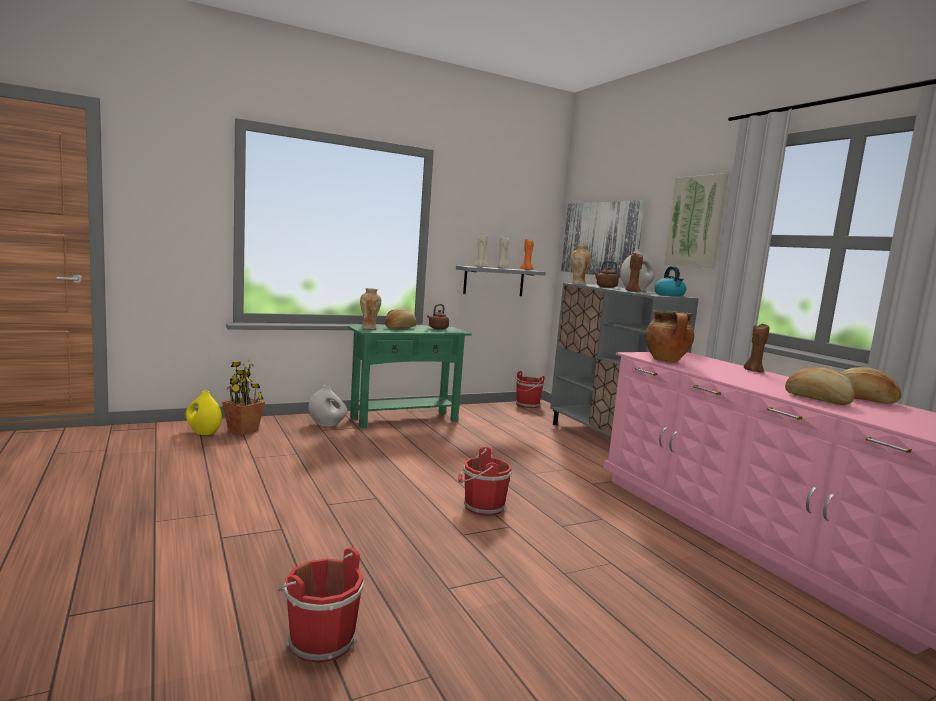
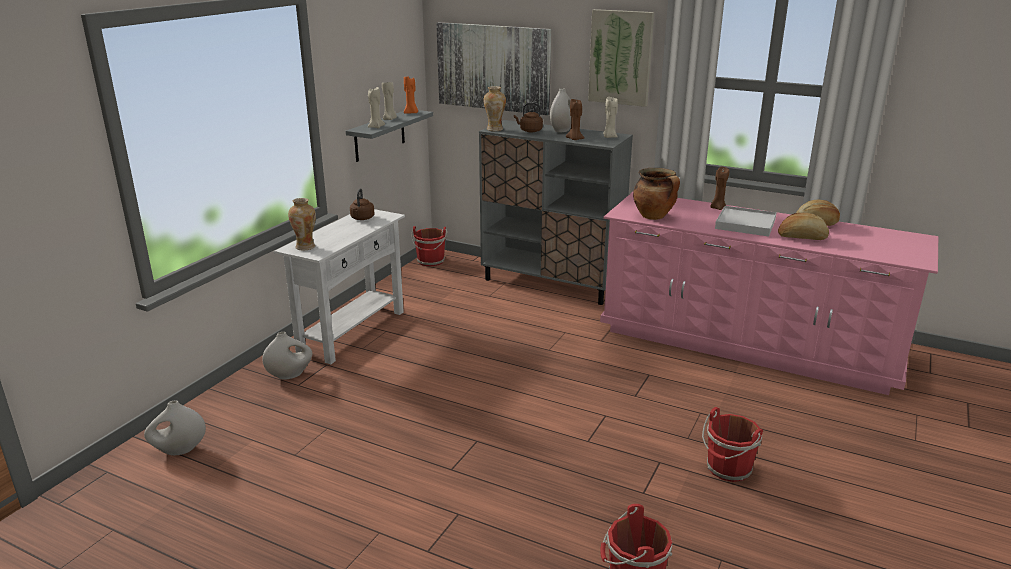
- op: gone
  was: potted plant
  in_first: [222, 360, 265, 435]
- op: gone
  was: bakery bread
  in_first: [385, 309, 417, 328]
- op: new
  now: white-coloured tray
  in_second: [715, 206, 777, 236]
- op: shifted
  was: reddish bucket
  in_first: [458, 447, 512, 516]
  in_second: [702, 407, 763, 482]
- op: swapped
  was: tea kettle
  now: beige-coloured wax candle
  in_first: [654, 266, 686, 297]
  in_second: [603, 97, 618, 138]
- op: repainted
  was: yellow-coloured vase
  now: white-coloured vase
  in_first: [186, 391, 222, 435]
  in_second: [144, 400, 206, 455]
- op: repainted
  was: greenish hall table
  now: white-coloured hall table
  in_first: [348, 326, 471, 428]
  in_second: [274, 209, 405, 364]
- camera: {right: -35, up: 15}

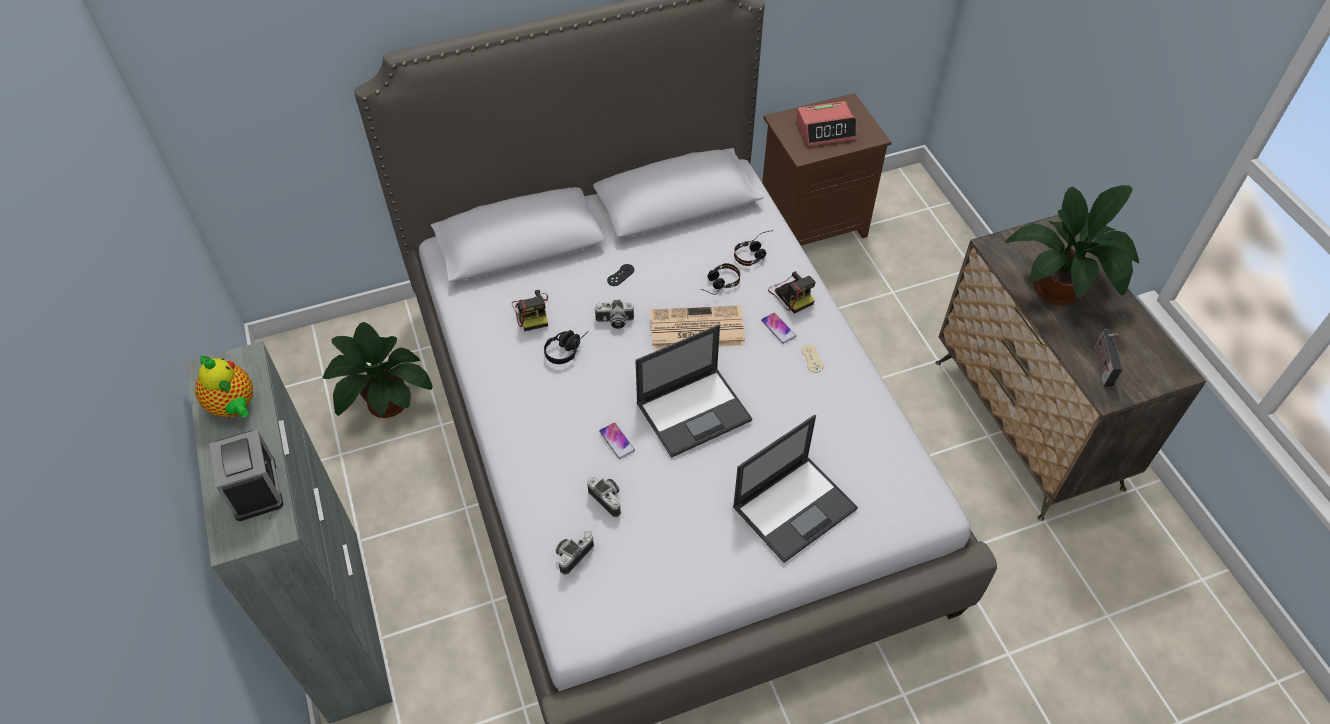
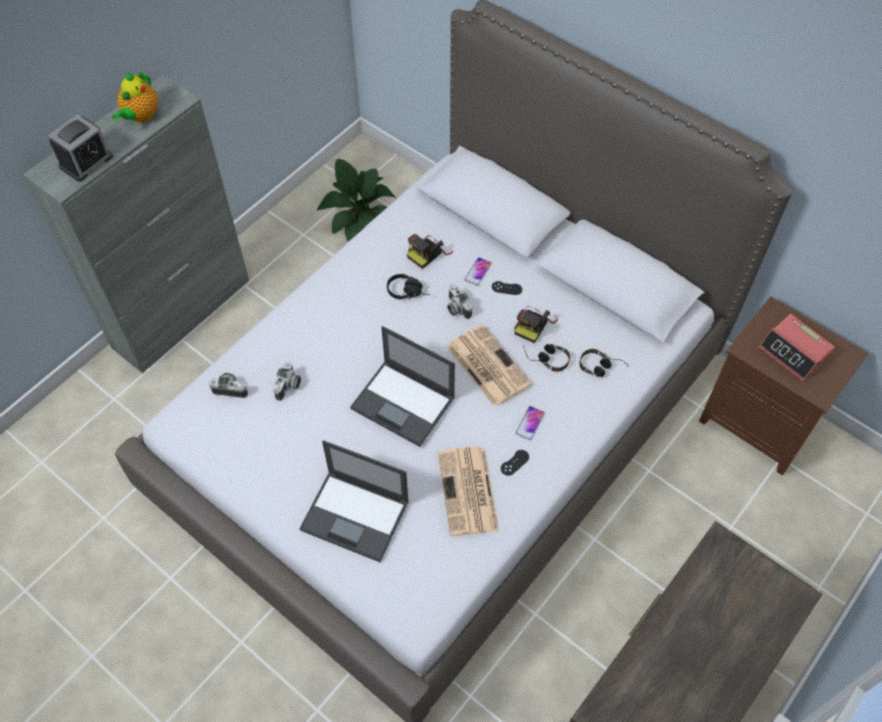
- op: gone
  was: potted plant
  in_first: [1005, 185, 1139, 306]
- op: gone
  was: radio
  in_first: [1094, 329, 1123, 387]
- op: new
  now: newspaper
  in_second: [438, 446, 499, 536]
- op: shifted
  was: telephone
  in_first: [599, 423, 635, 459]
  in_second: [464, 257, 492, 286]
- op: shifted
  was: still camera
  in_first: [768, 271, 815, 313]
  in_second: [514, 306, 558, 343]
- op: repainted
  was: beige-coloured joypad
  now: black-coloured joypad
  in_first: [801, 344, 823, 373]
  in_second: [501, 450, 529, 476]
- camera: {right: 60, up: 5}

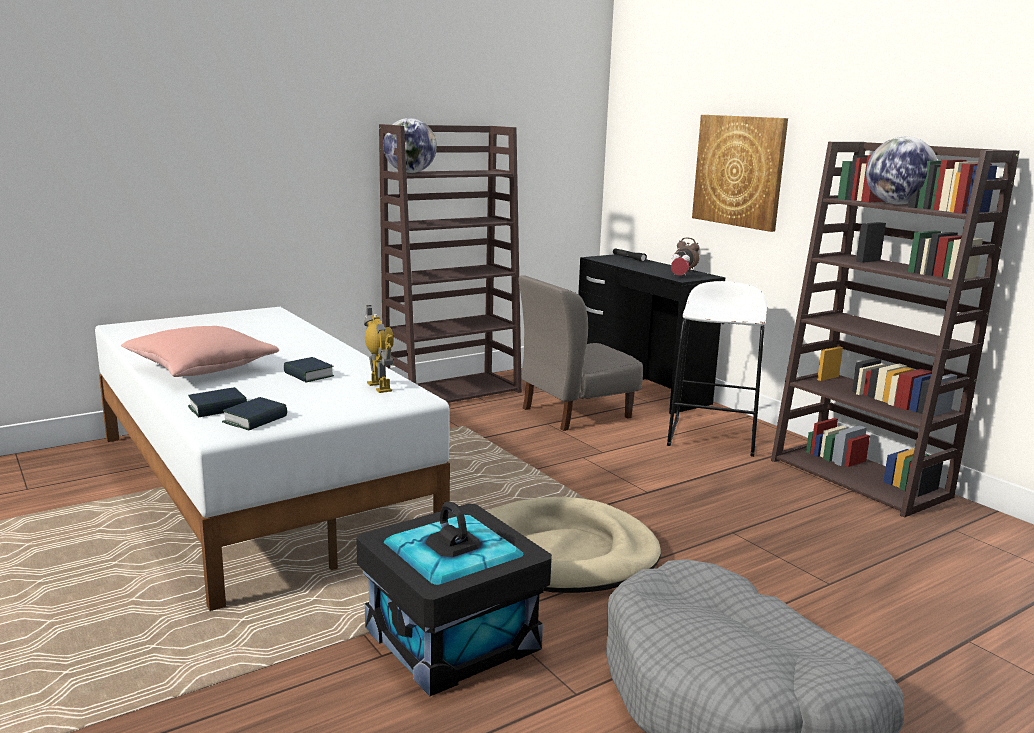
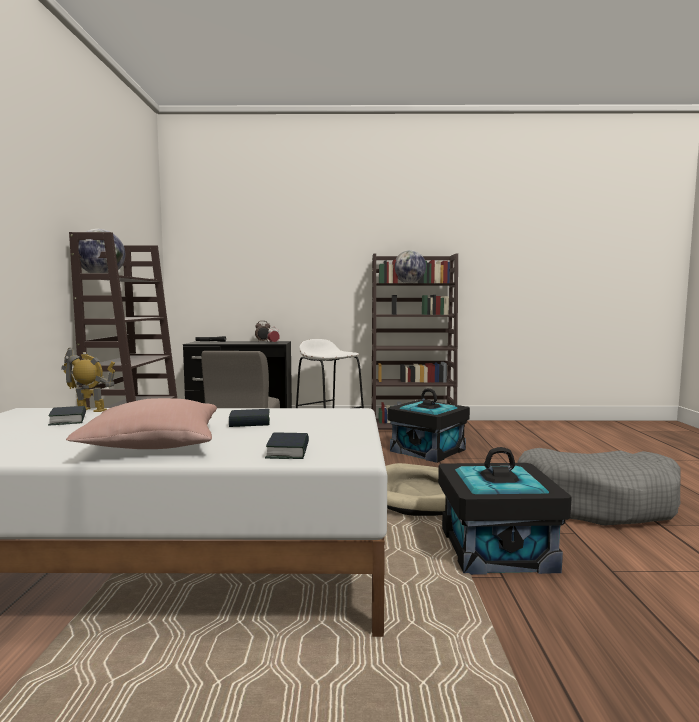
- op: gone
  was: wall art
  in_first: [692, 115, 788, 232]
- op: new
  now: black-coloured storage container
  in_second: [388, 388, 470, 463]
- op: shifted
  was: bound book
  in_first: [222, 397, 287, 431]
  in_second: [48, 406, 86, 426]
- op: shifted
  was: model robot
  in_first: [364, 305, 394, 393]
  in_second: [61, 348, 115, 412]
- camera: {right: -55, up: -10}

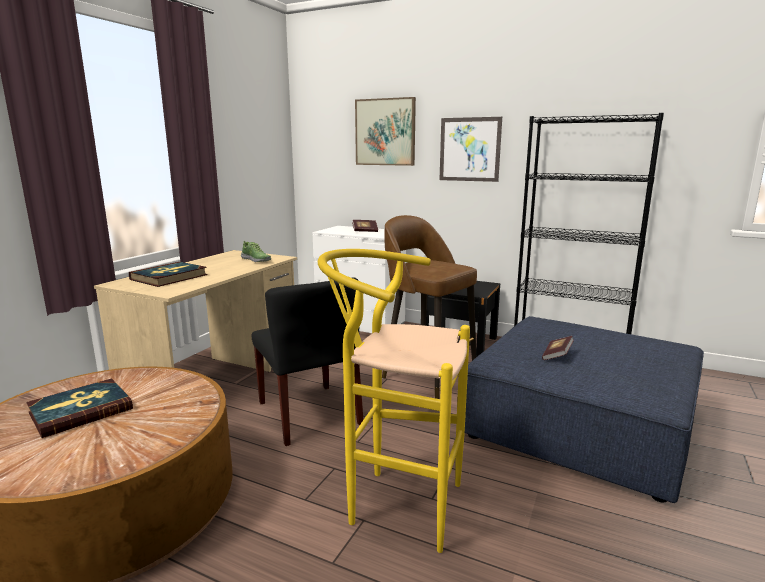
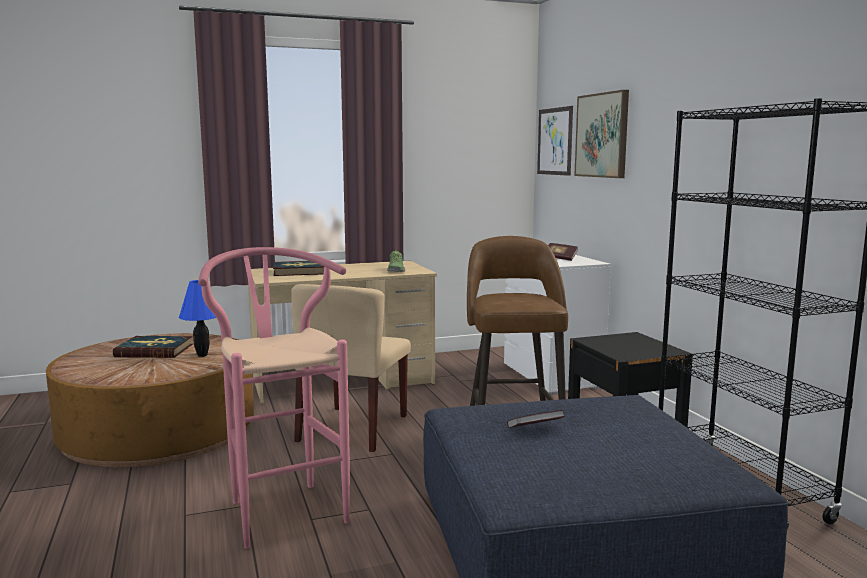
- op: new
  now: blue-coloured lamp for a table
  in_second: [179, 280, 216, 357]
- op: shifted
  was: wall art
  in_first: [439, 117, 502, 182]
  in_second: [537, 106, 573, 176]
- op: repainted
  was: black-coloured plain chair
  now: beige-coloured plain chair
  in_first: [252, 277, 363, 446]
  in_second: [291, 284, 411, 452]
- op: repainted
  was: yellow-coloured stool
  now: pink stool
  in_first: [318, 249, 470, 553]
  in_second: [198, 247, 350, 549]
- camera: {right: 45, up: -5}

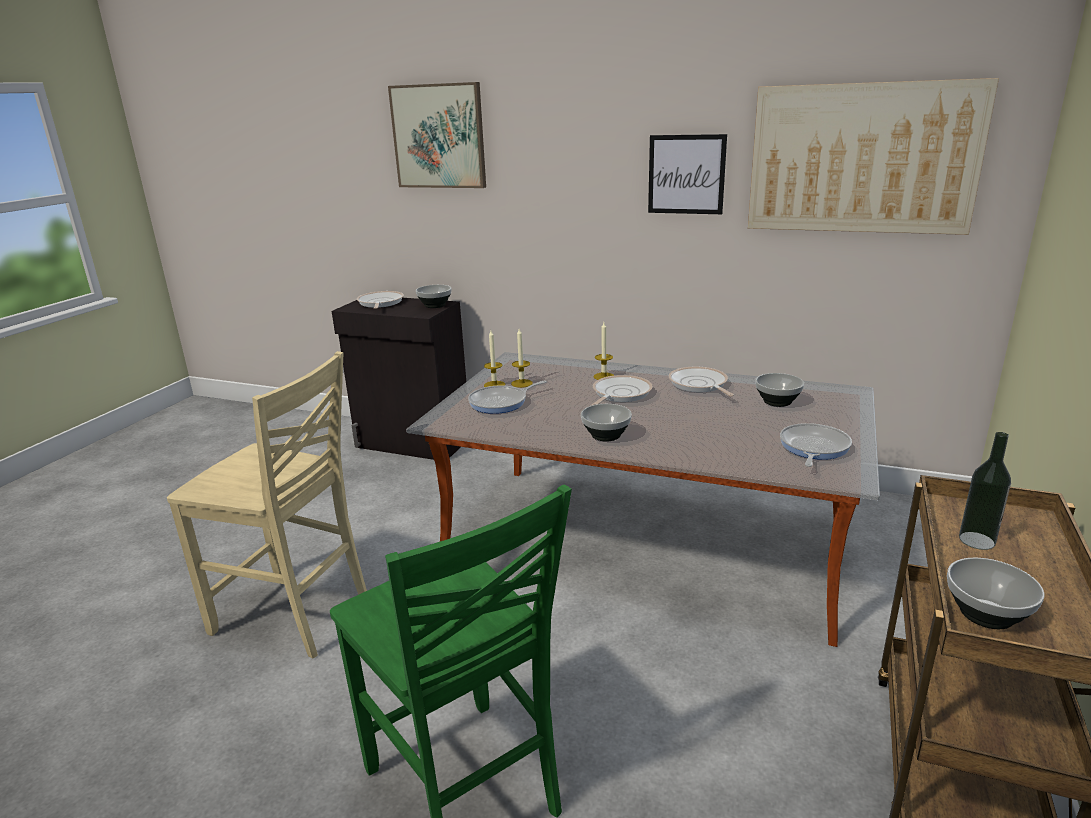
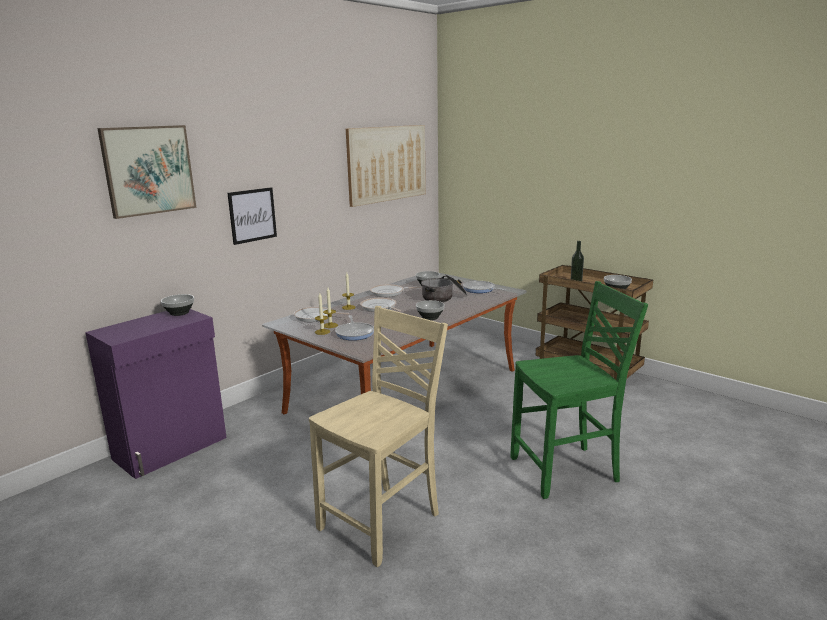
- op: new
  now: stockpot
  in_second: [421, 275, 468, 302]
- op: shifted
  was: pan
  in_first: [357, 291, 404, 309]
  in_second: [293, 307, 349, 322]
- op: shifted
  was: wall art
  in_first: [648, 134, 727, 214]
  in_second: [228, 187, 277, 245]
- op: repainted
  was: black-coloured cabinet
  now: purple-coloured cabinet
  in_first: [332, 298, 466, 460]
  in_second: [85, 309, 227, 479]
- camera: {right: -70, up: -5}

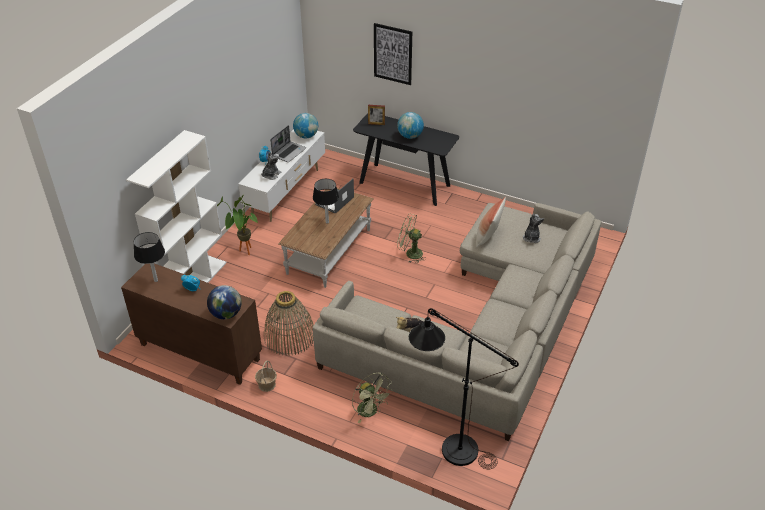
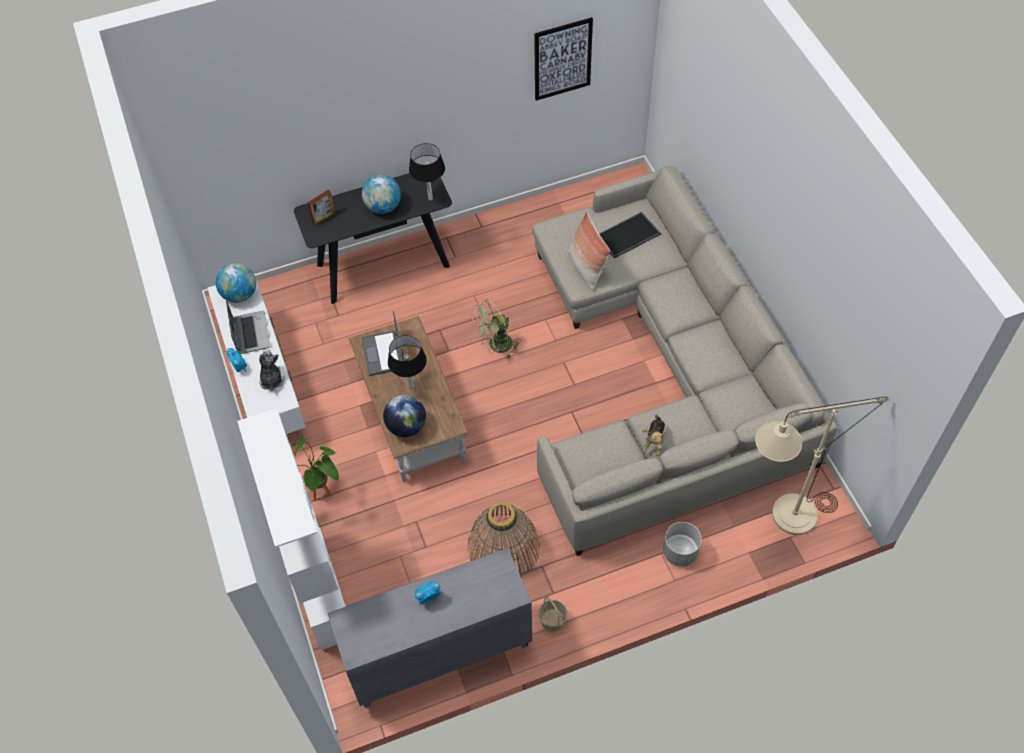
- op: shifted
  was: black-coloured lamp for a table
  in_first: [134, 232, 165, 282]
  in_second: [409, 143, 445, 201]
- op: shifted
  was: desk globe
  in_first: [207, 285, 242, 319]
  in_second: [383, 395, 426, 437]
- op: shifted
  was: wall art
  in_first: [374, 23, 412, 85]
  in_second: [534, 17, 593, 101]
- op: swapped
  was: greenish cooling fan
  now: grey flower pot
  in_first: [352, 373, 393, 424]
  in_second: [663, 522, 702, 567]
- op: swapped
  was: cuddly toy
  now: tray
  in_first: [523, 214, 544, 243]
  in_second: [599, 212, 661, 259]
- op: repainted
  was: brown-coloured cabinet
  now: grey cabinet
  in_first: [121, 263, 262, 385]
  in_second: [327, 548, 532, 708]
- op: repainted
  was: black-coloured standard lamp
  now: beige-coloured standard lamp
  in_first: [409, 308, 519, 469]
  in_second: [755, 396, 888, 535]
- camera: {right: -45, up: 15}

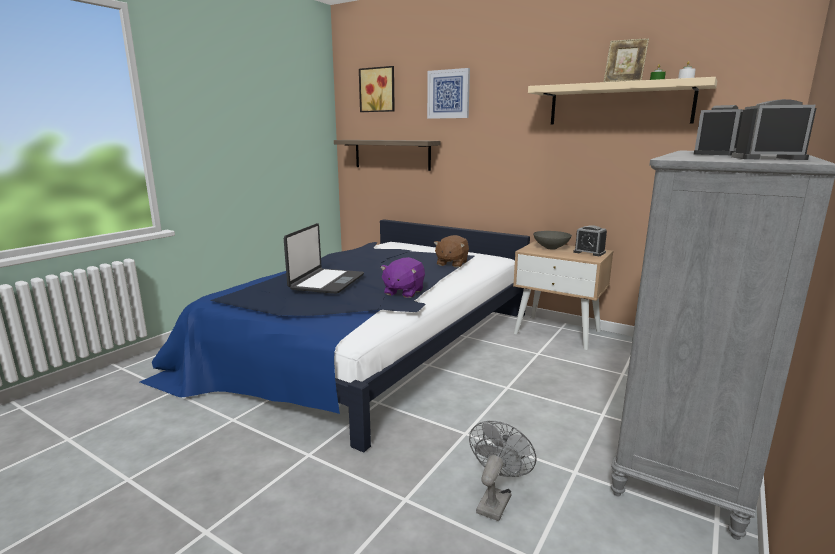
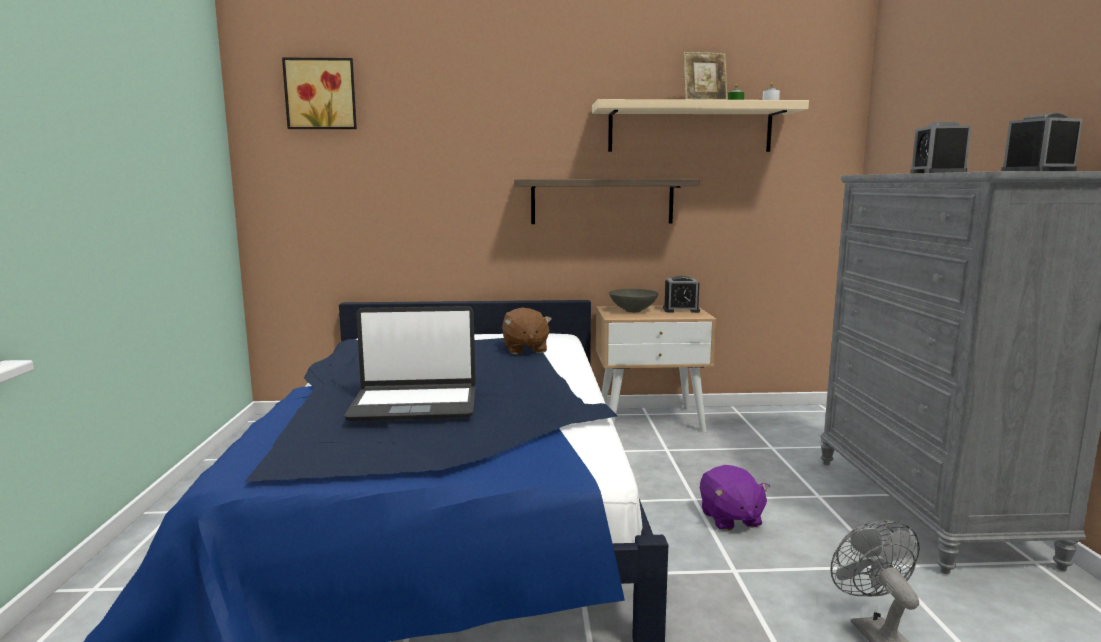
- op: gone
  was: wall art
  in_first: [427, 68, 470, 119]
- op: shifted
  was: wall shelf
  in_first: [334, 140, 440, 171]
  in_second: [514, 179, 700, 224]
- op: shifted
  was: purple-coloured cuddly toy
  in_first: [380, 257, 425, 298]
  in_second: [700, 465, 770, 531]
- op: rotated
  was: portable computer
  in_first: [284, 223, 364, 294]
  in_second: [344, 306, 476, 421]
  clockwise: 105
- camera: {right: -35, up: -5}

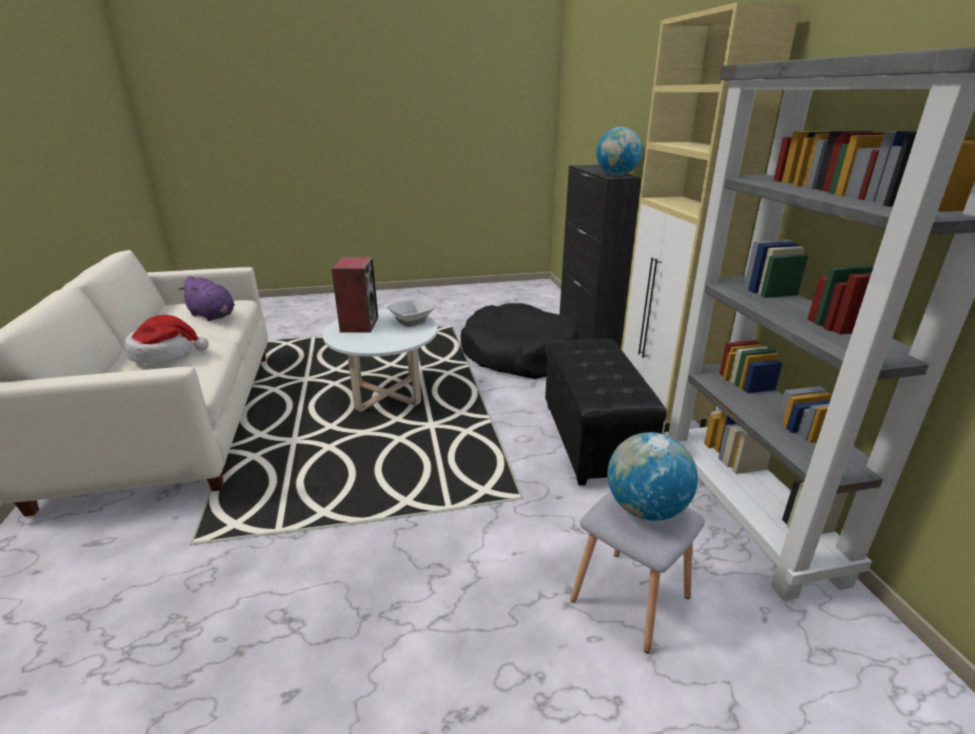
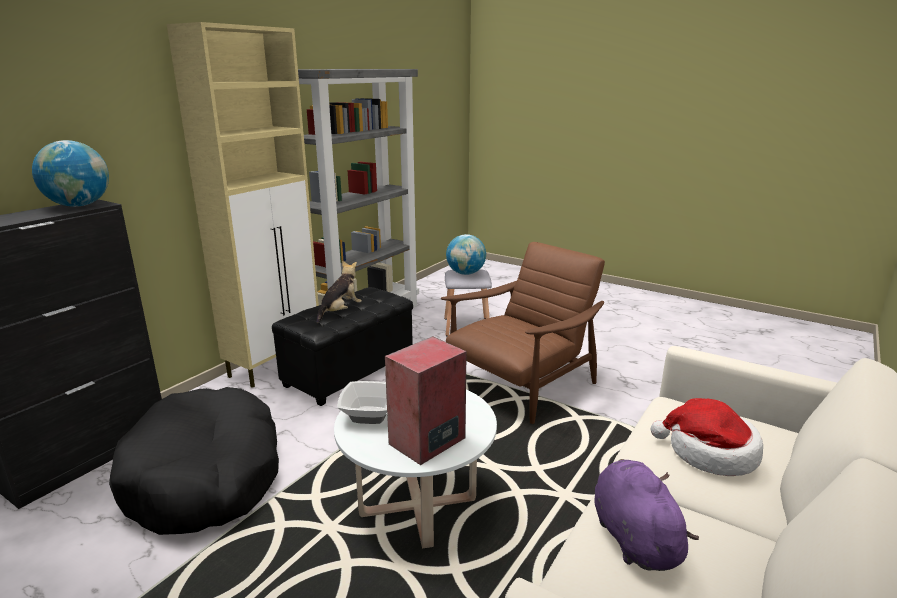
- op: new
  now: cuddly toy
  in_second: [316, 261, 362, 323]
- op: new
  now: brown-coloured armchair
  in_second: [441, 242, 605, 424]
- camera: {right: -135, up: -5}

